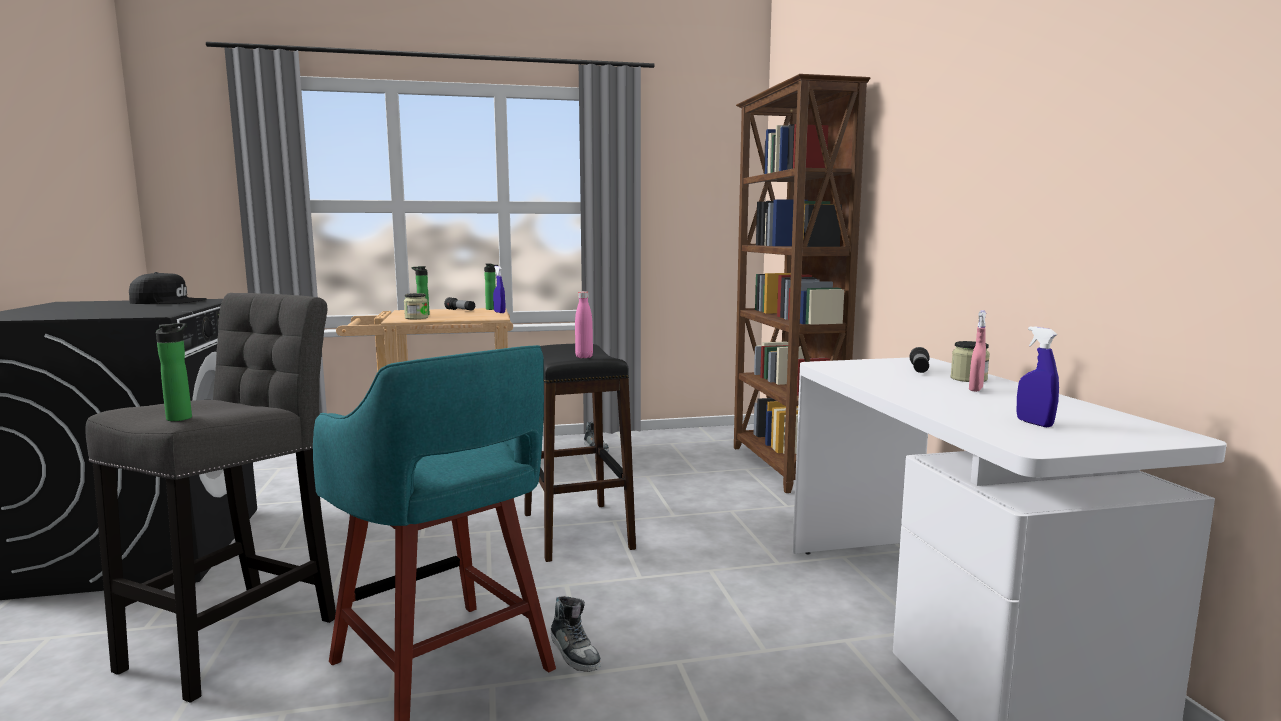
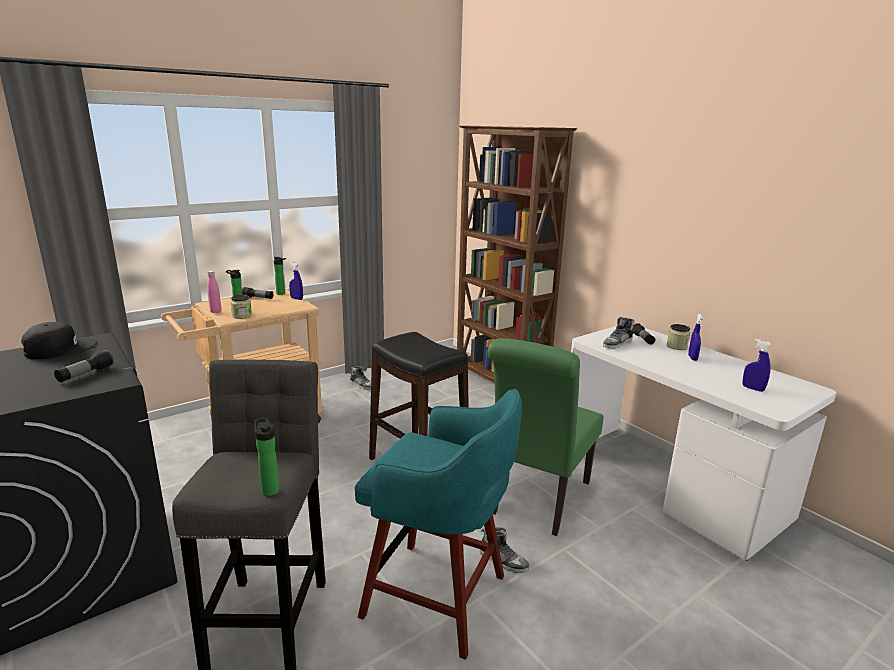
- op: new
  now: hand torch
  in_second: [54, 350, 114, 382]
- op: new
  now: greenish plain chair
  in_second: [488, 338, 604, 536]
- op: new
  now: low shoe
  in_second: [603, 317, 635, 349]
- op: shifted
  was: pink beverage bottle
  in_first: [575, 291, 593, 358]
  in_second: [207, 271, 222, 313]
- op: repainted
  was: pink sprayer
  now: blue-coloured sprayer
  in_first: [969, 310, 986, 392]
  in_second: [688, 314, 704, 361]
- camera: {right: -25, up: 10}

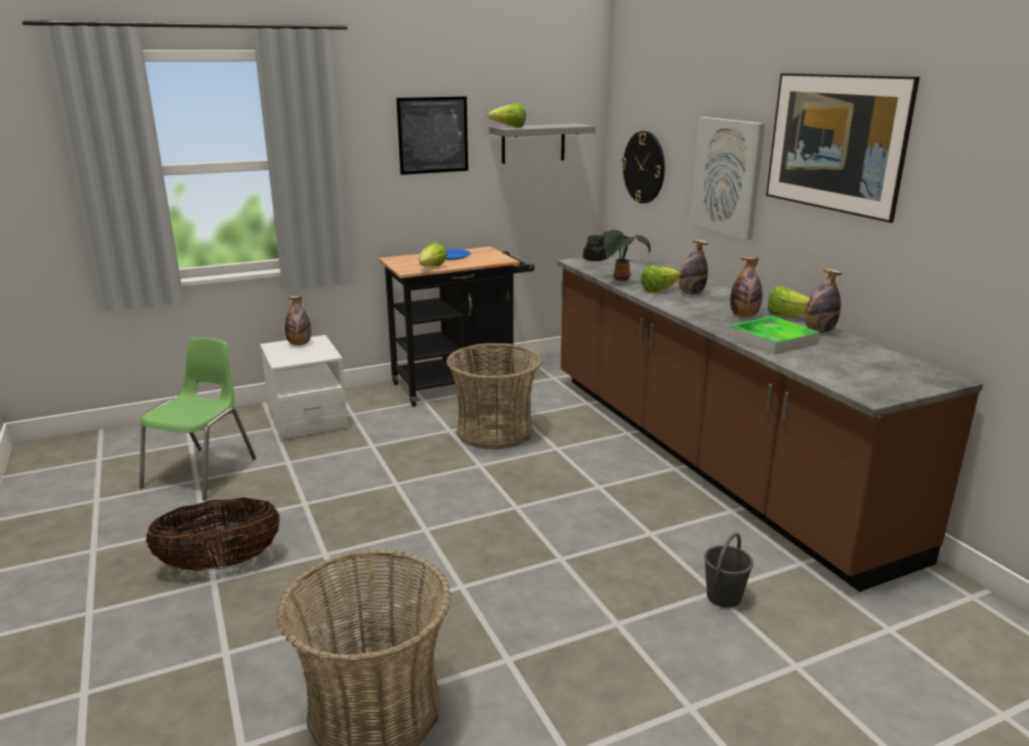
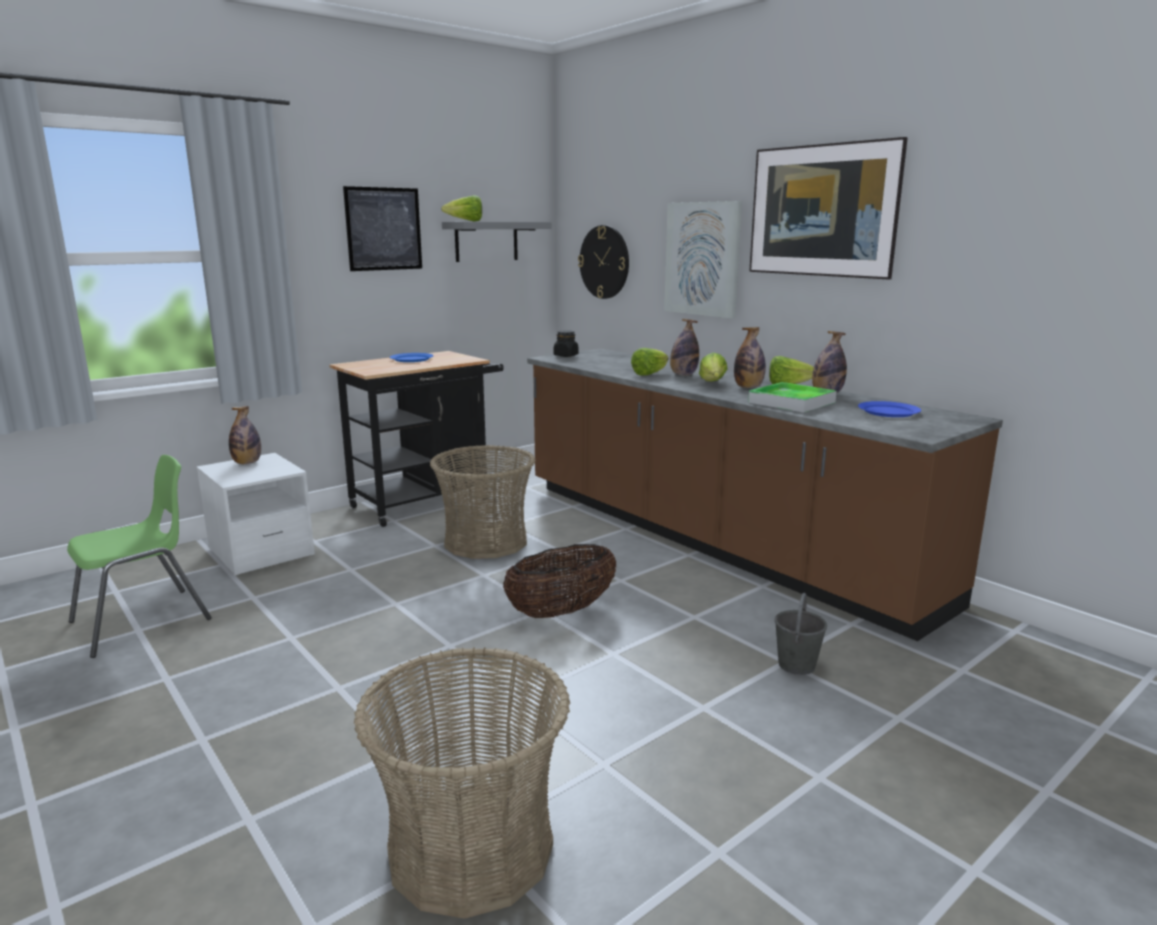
- op: gone
  was: potted plant
  in_first: [597, 230, 650, 281]
- op: new
  now: blue-coloured dinner plate
  in_second: [858, 401, 921, 417]
- op: shifted
  was: storage basket
  in_first: [146, 497, 280, 571]
  in_second: [503, 544, 616, 618]
- op: shifted
  was: head of lettuce
  in_first: [419, 242, 447, 266]
  in_second: [699, 353, 728, 382]
- op: rotated
  was: greenish plain chair
  in_first: [139, 337, 256, 500]
  in_second: [67, 455, 212, 658]
  clockwise: 45
- camera: {right: -15, up: -5}

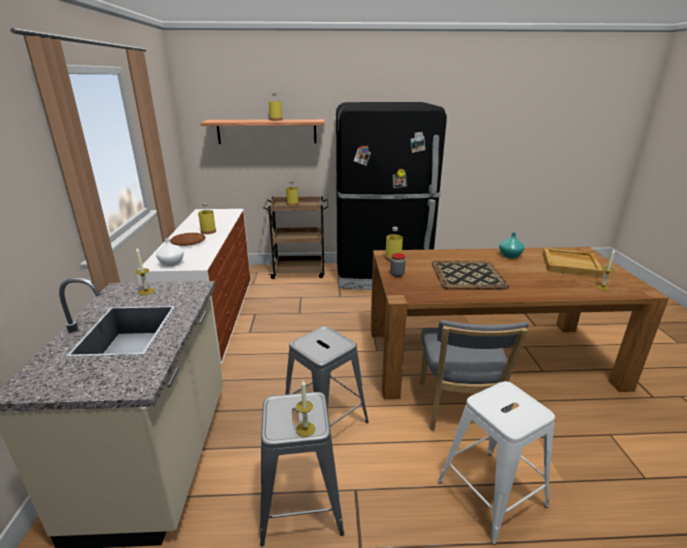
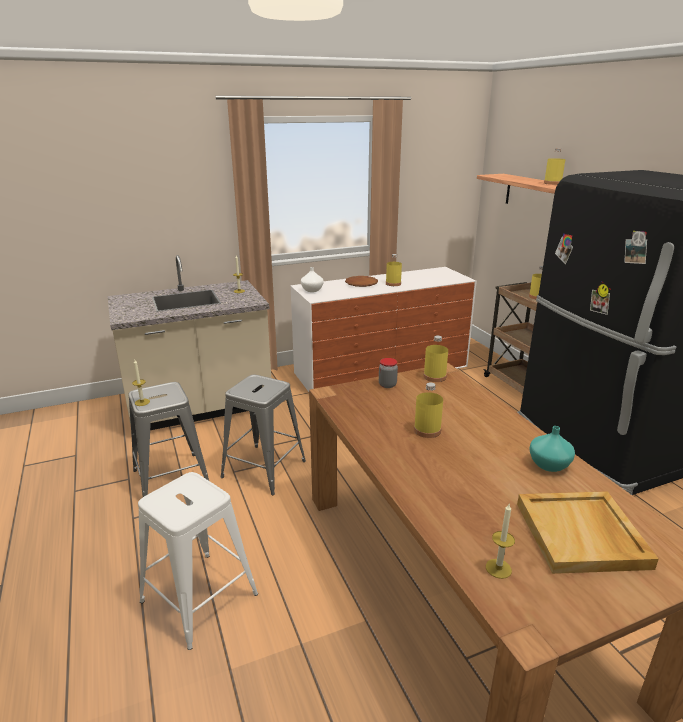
- op: gone
  was: grey plain chair
  in_first: [420, 320, 529, 430]
- op: swapped
  was: tray
  now: yellow-coloured beverage bottle
  in_first: [432, 261, 509, 290]
  in_second: [414, 383, 443, 438]
- camera: {right: 70, up: 0}

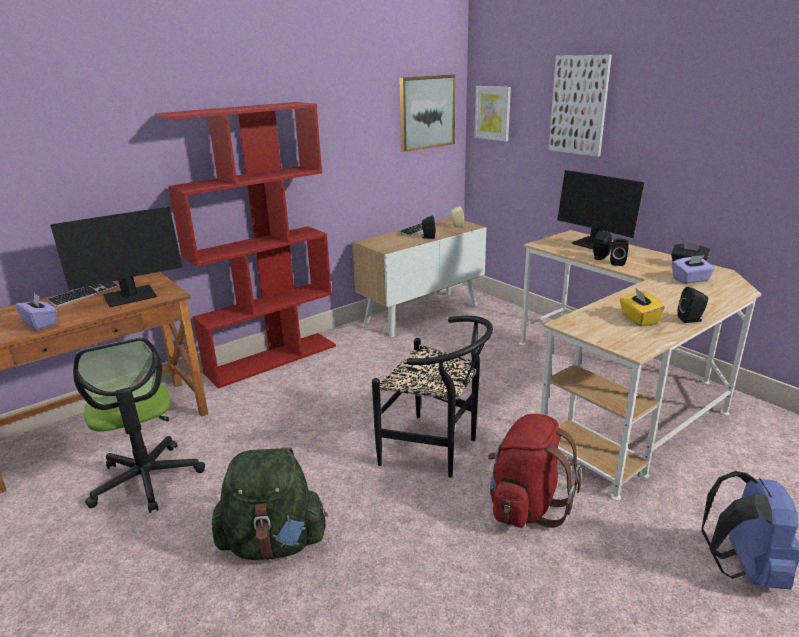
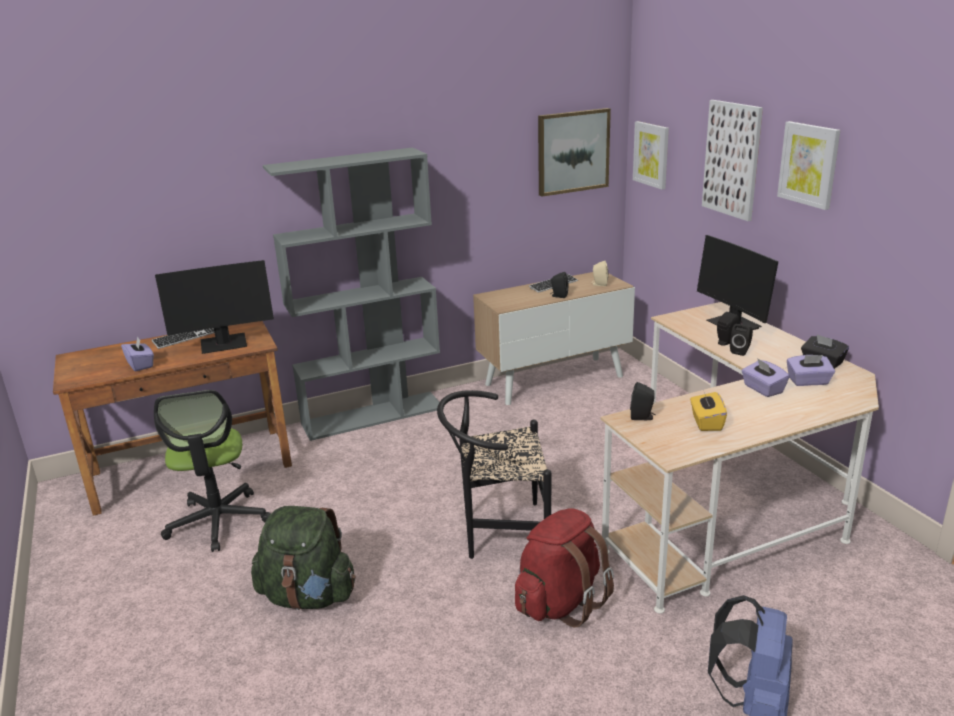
- op: new
  now: purple-coloured tissue box
  in_second: [742, 358, 790, 397]
- op: new
  now: wall art
  in_second: [777, 121, 840, 210]
- op: shifted
  was: black-coloured loudspeaker
  in_first: [677, 287, 708, 323]
  in_second: [630, 382, 656, 420]
- op: repainted
  was: reddish bookshelf
  now: grey bookshelf
  in_first: [154, 102, 336, 389]
  in_second: [263, 148, 444, 441]
- op: rotated
  was: black-coloured plain chair
  in_first: [372, 316, 493, 477]
  in_second: [437, 390, 551, 559]
  clockwise: 135
- camera: {right: 15, up: 0}

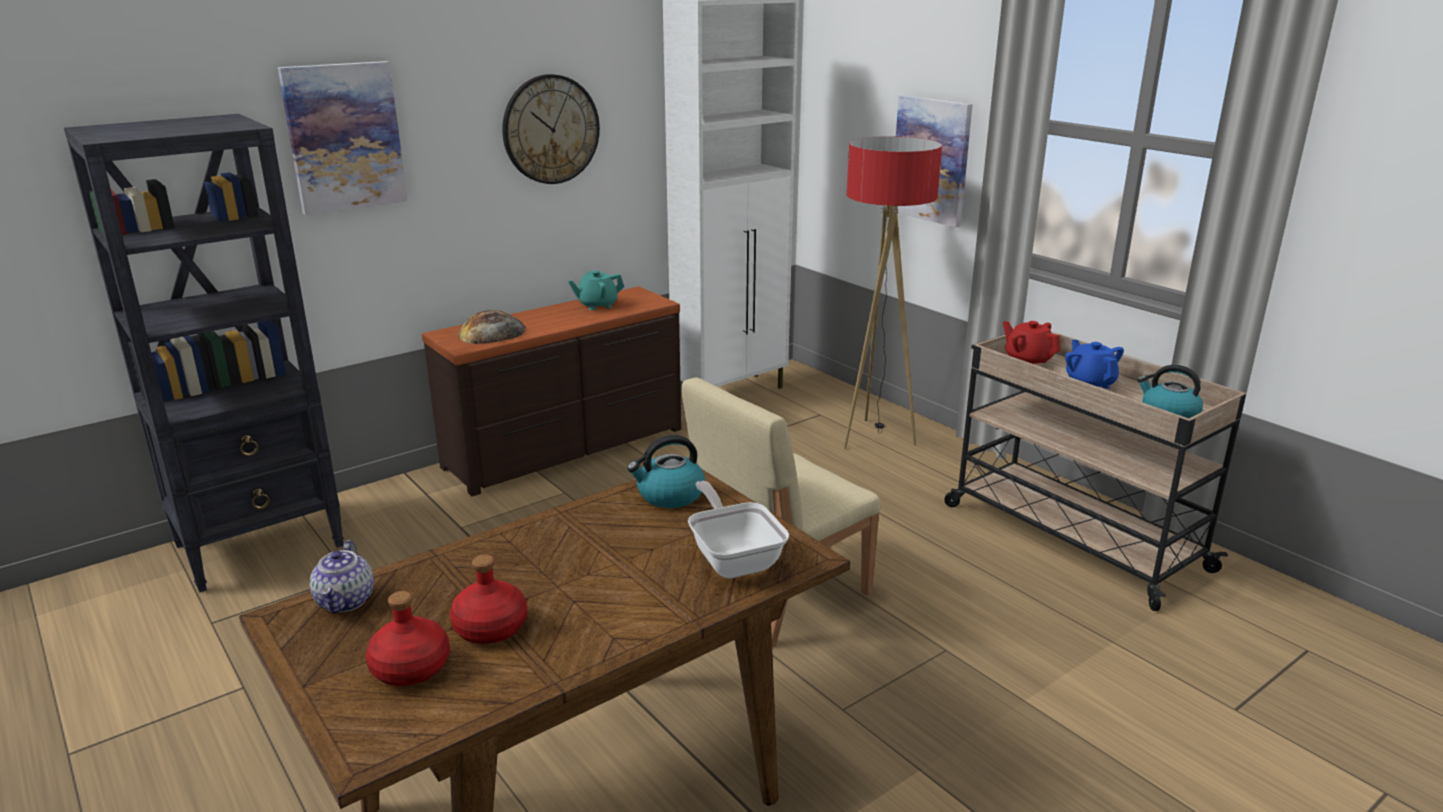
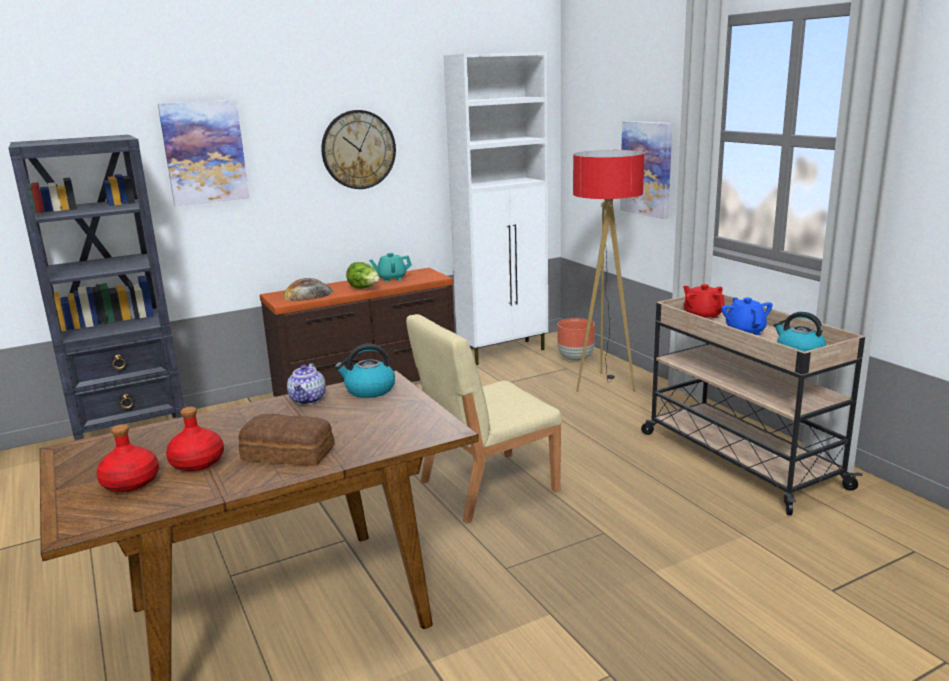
- op: gone
  was: pan
  in_first: [688, 481, 789, 578]
- op: new
  now: bakery bread
  in_second: [238, 414, 334, 466]
- op: new
  now: head of lettuce
  in_second: [346, 262, 380, 289]
- op: new
  now: brown-coloured flower pot
  in_second: [557, 318, 595, 361]
- op: shifted
  was: teapot
  in_first: [310, 540, 374, 614]
  in_second: [287, 363, 326, 405]
- camera: {right: 10, up: -5}

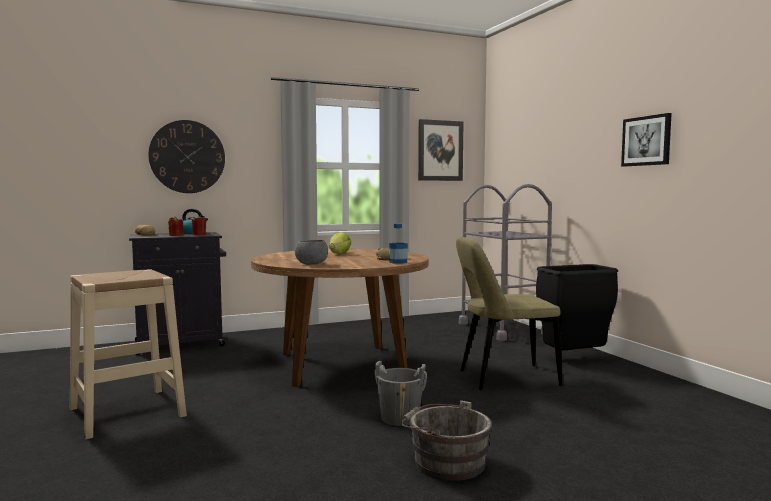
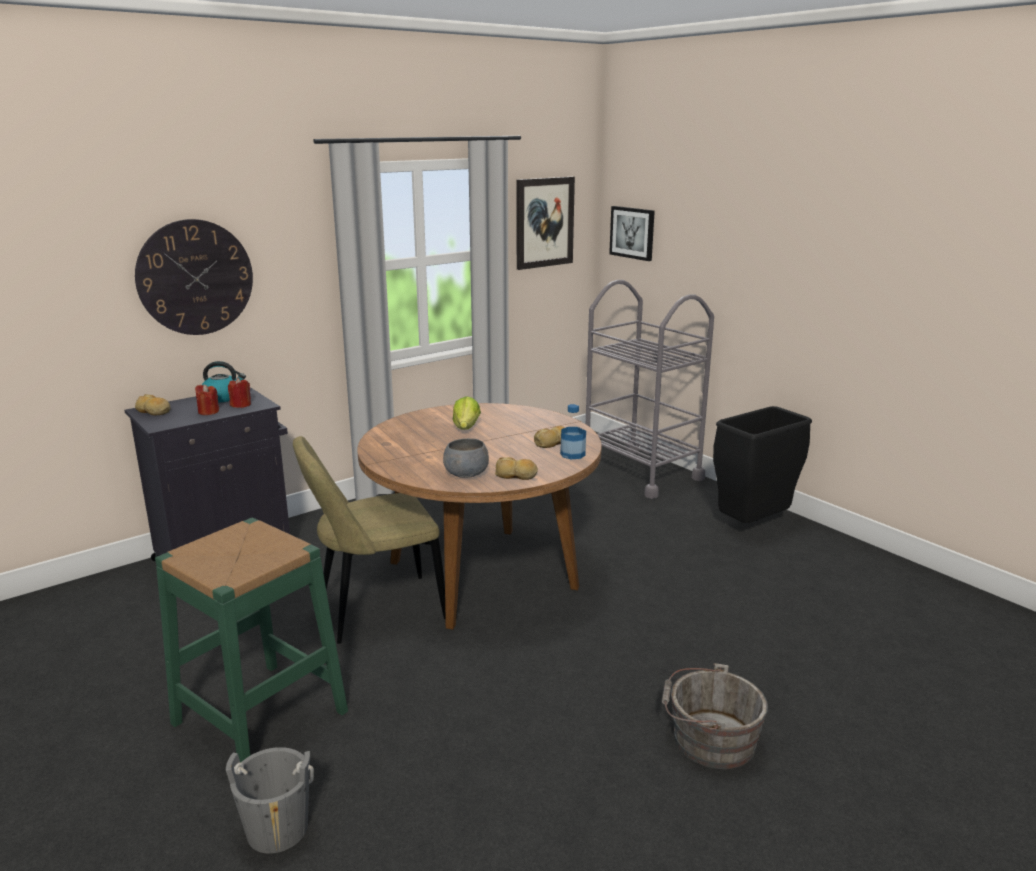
- op: new
  now: bakery bread
  in_second: [495, 457, 538, 480]
- op: shifted
  was: grey bucket
  in_first: [375, 361, 427, 426]
  in_second: [226, 747, 314, 854]
- op: shifted
  was: beige-coloured plain chair
  in_first: [456, 237, 562, 390]
  in_second: [293, 436, 445, 644]
- op: shifted
  was: wall art
  in_first: [621, 113, 672, 167]
  in_second: [609, 206, 655, 261]
- op: repainted
  was: beige-coloured stool
  now: greenish stool
  in_first: [70, 269, 187, 439]
  in_second: [155, 518, 348, 762]
- camera: {right: -15, up: 15}

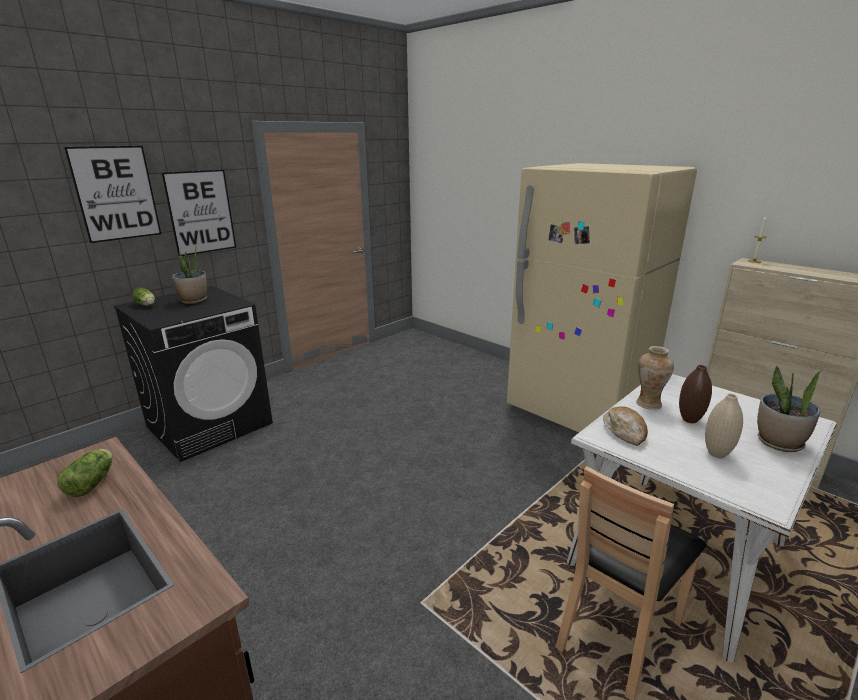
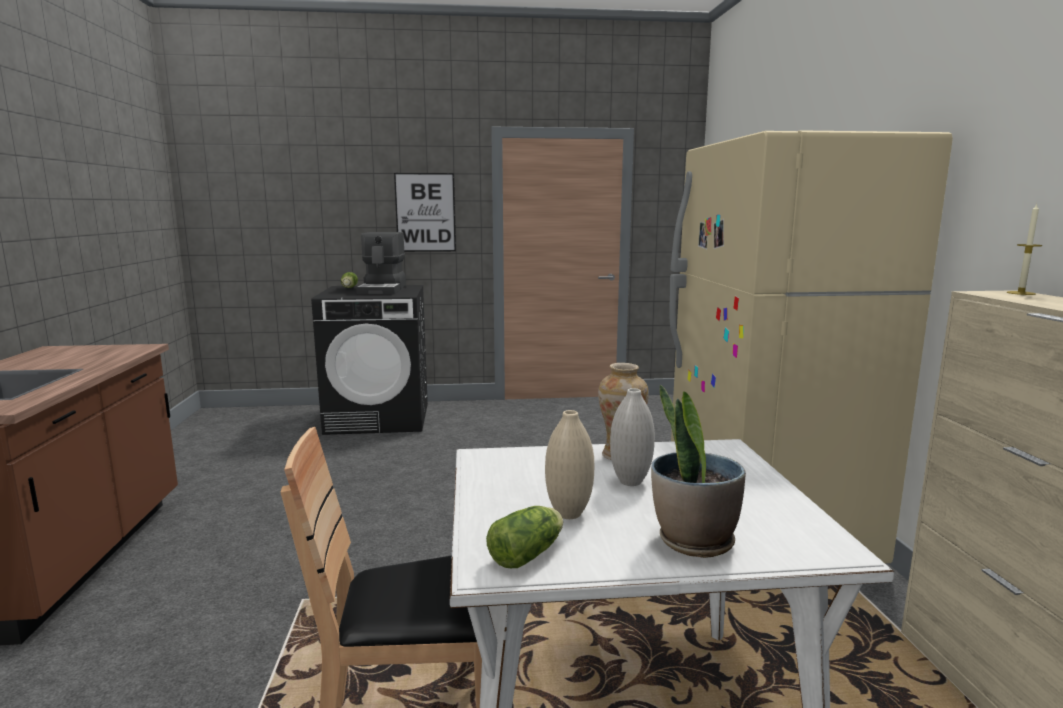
- op: gone
  was: wall art
  in_first: [64, 146, 161, 243]
- op: gone
  was: bakery bread
  in_first: [603, 406, 648, 446]
- op: shifted
  was: head of lettuce
  in_first: [57, 449, 113, 497]
  in_second: [486, 506, 563, 568]
- op: swapped
  was: potted plant
  now: coffee brewer
  in_first: [172, 243, 207, 304]
  in_second: [356, 232, 406, 294]
- op: repainted
  was: brown-coloured vase
  now: white-coloured vase
  in_first: [679, 365, 712, 423]
  in_second: [610, 388, 655, 486]
- camera: {right: 40, up: -10}

